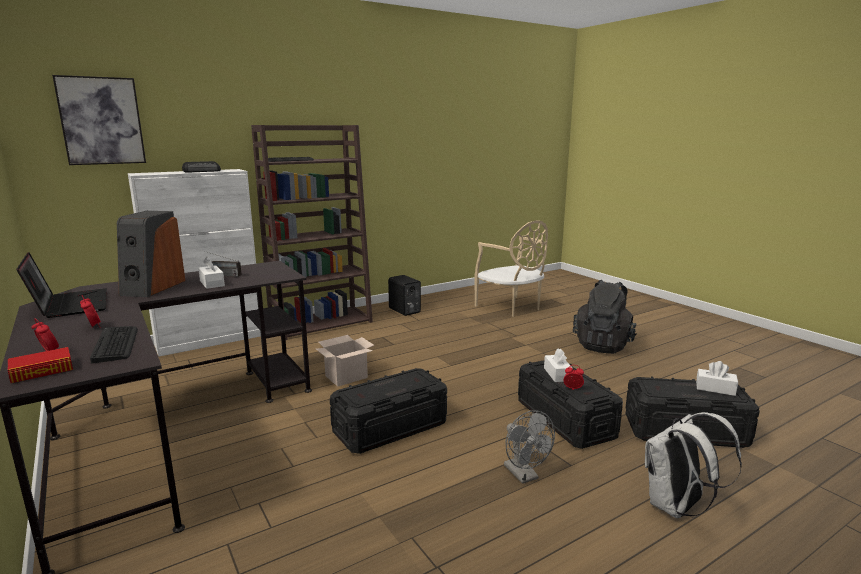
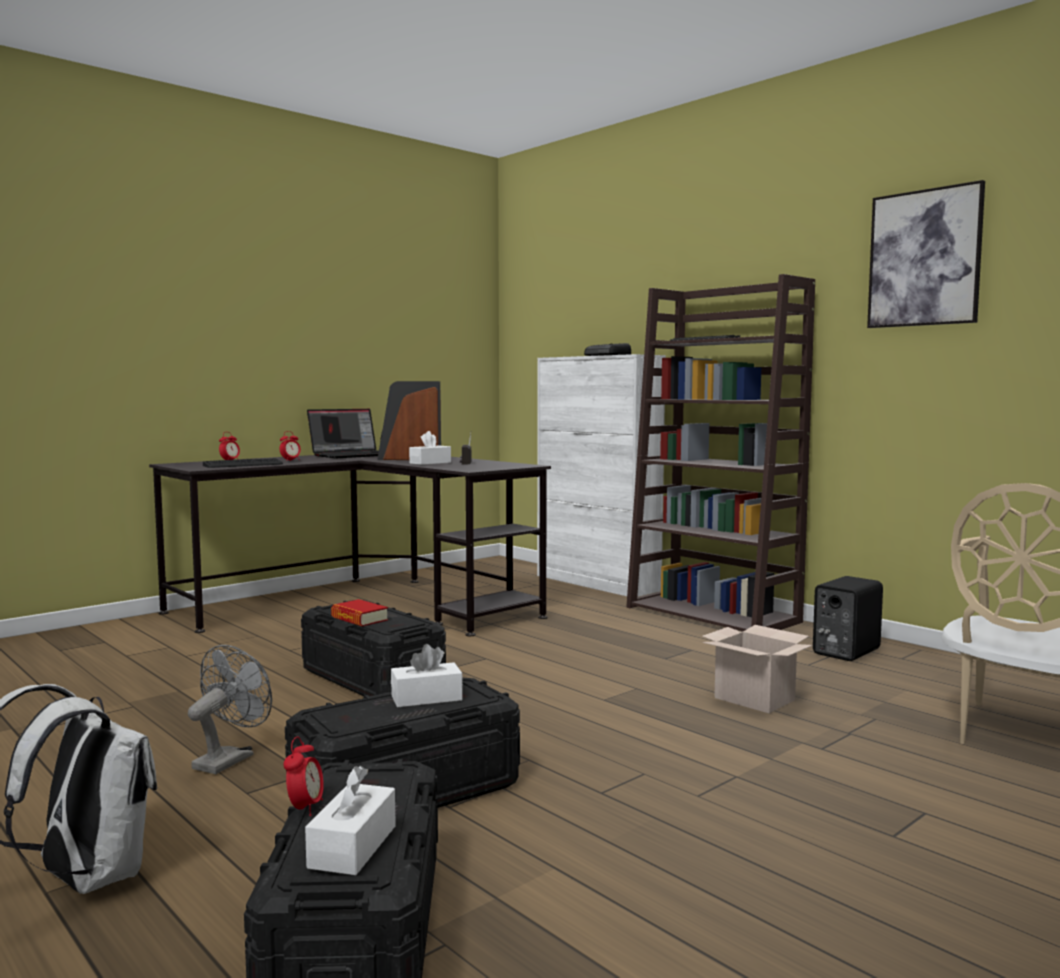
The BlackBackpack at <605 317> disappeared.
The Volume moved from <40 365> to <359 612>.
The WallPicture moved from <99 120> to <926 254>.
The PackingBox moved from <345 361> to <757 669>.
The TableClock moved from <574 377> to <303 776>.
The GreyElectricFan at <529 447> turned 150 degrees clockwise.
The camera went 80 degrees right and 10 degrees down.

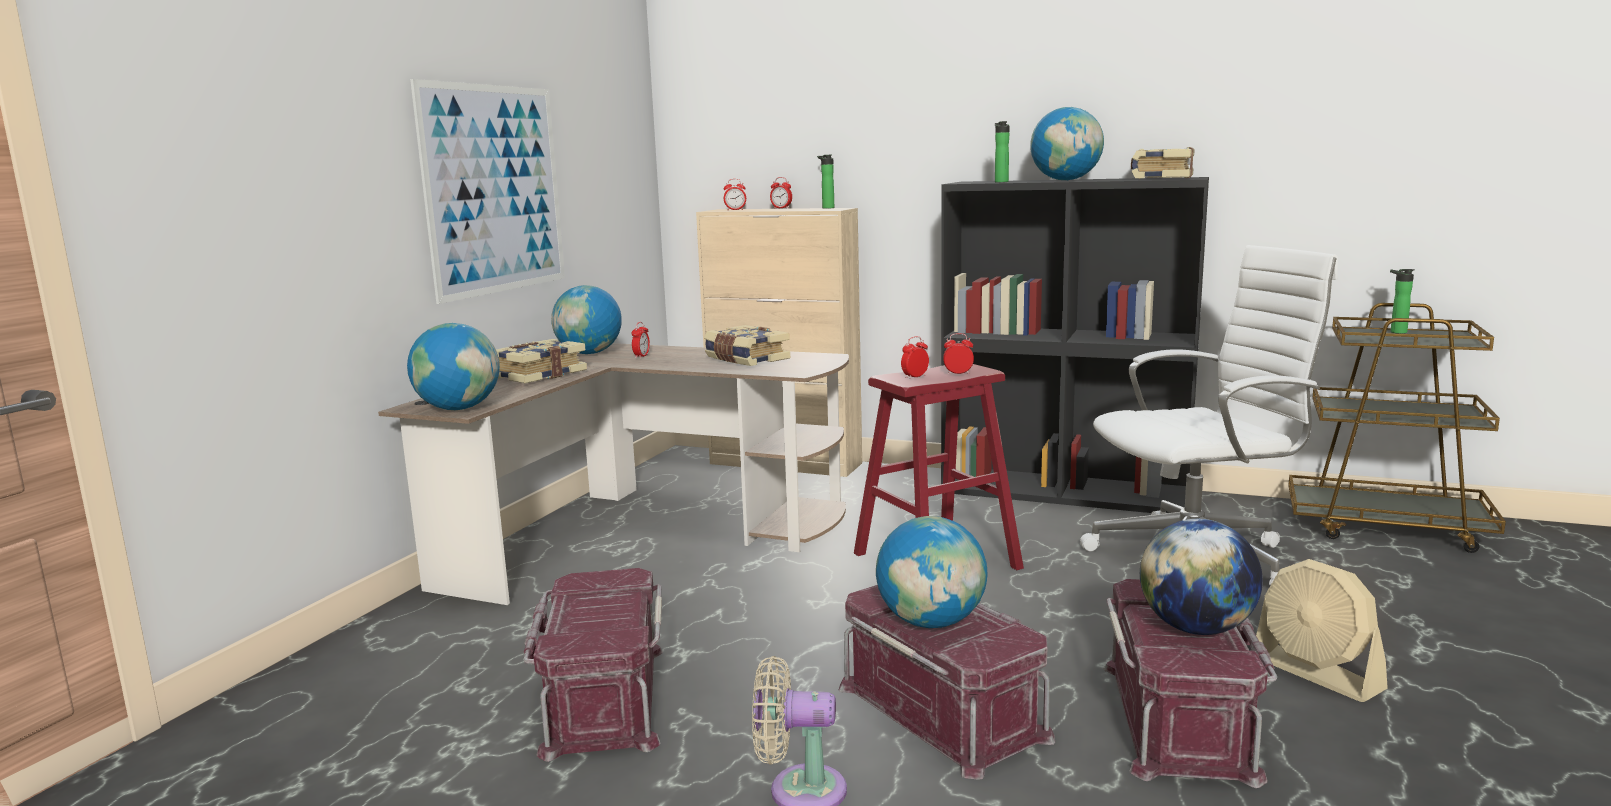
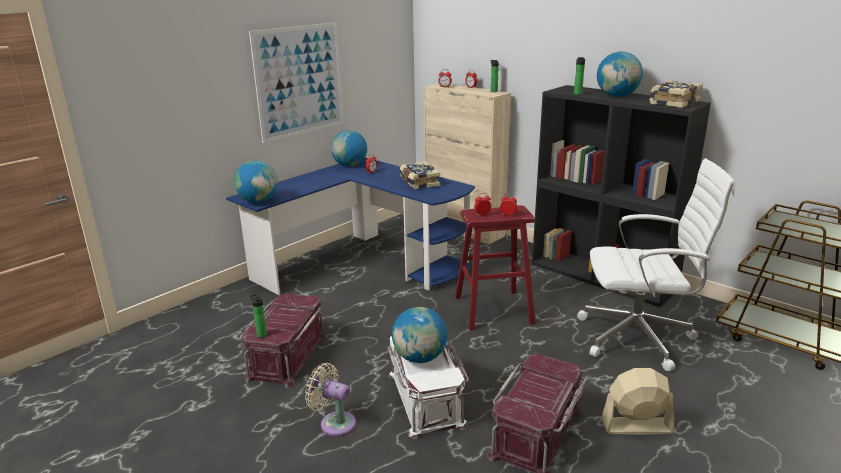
The Volume at <541 361> disappeared.
The DeskGlobe at <1201 577> disappeared.
The BeverageBottle moved from <1402 301> to <258 316>.
The BrownDeskTable at <613 474> became the BluishDeskTable at <350 226>.
The ReddishStorageBox at <947 682> became the WhiteStorageBox at <428 387>.
The SandColouredElectricFan at <1322 630> turned 105 degrees clockwise.
The camera went 20 degrees right and 10 degrees up.

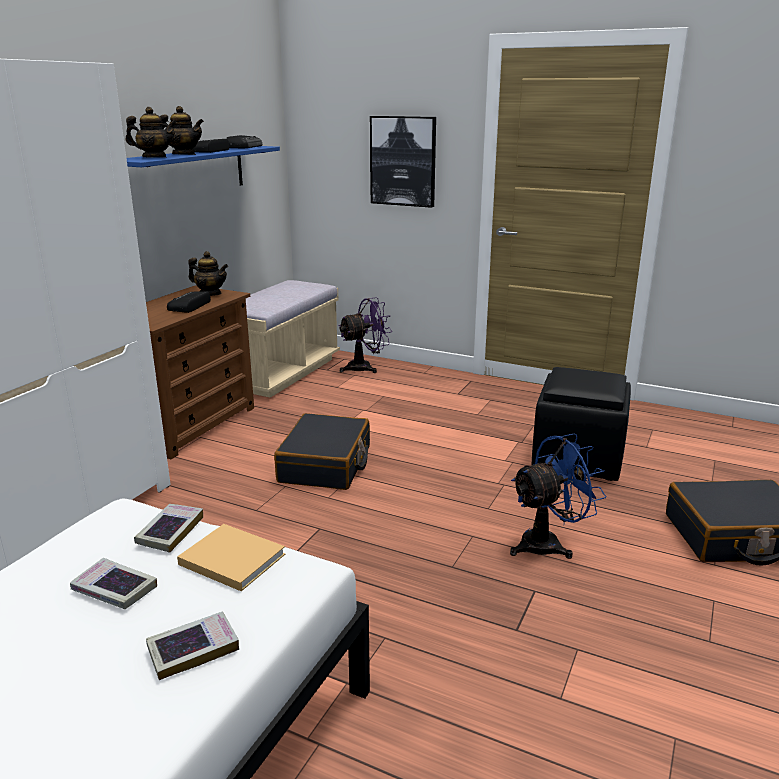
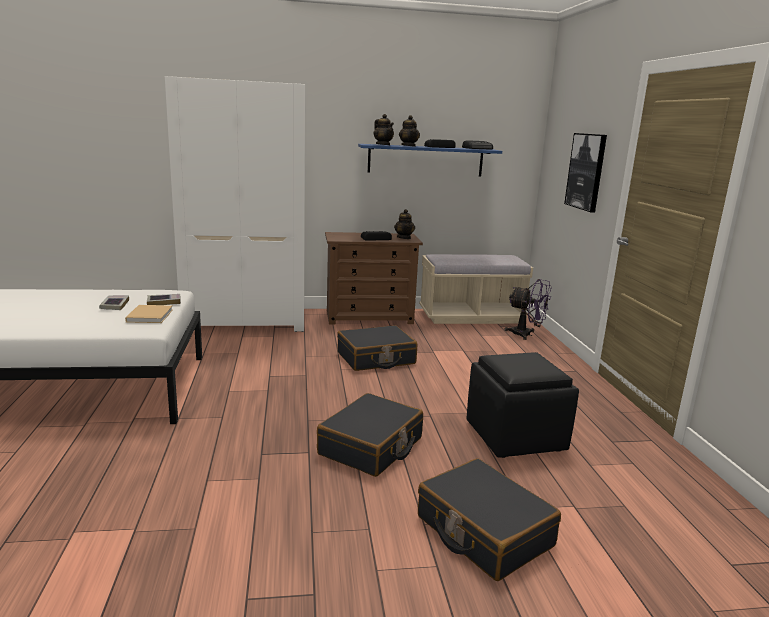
The Volume at <192 645> disappeared.
The BluishElectricFan at <558 496> was replaced by the BlackSuitcase at <370 435>.
The camera went 55 degrees right and 5 degrees down.

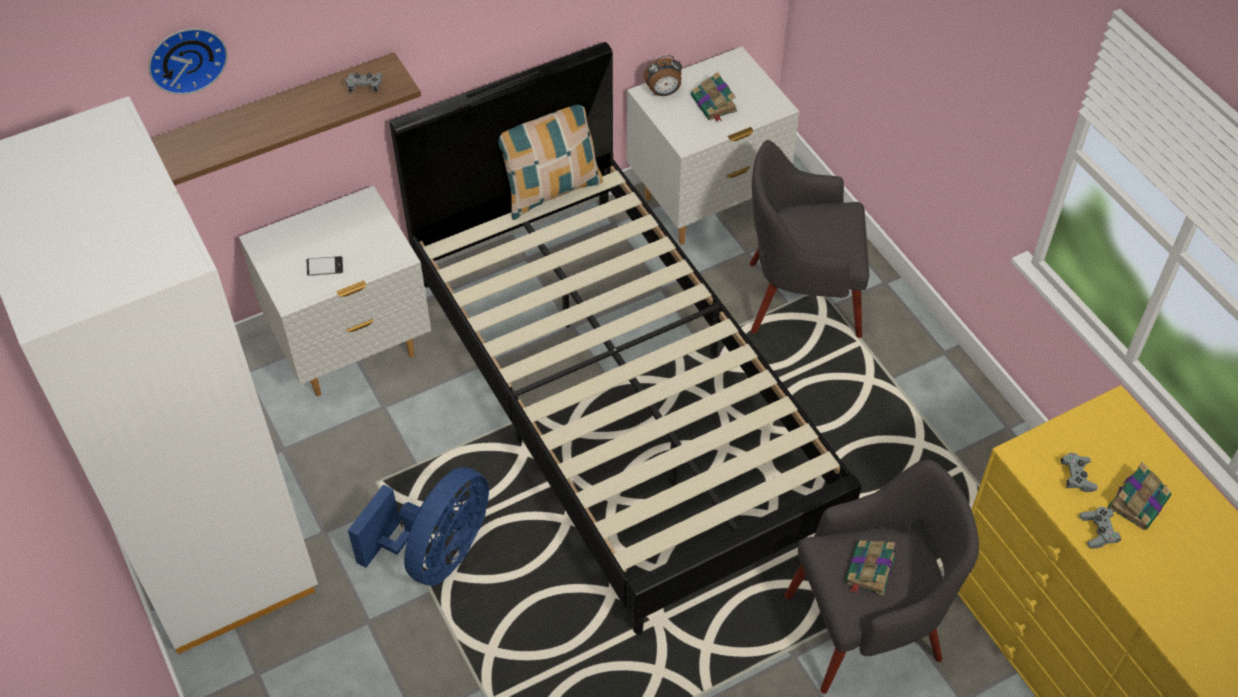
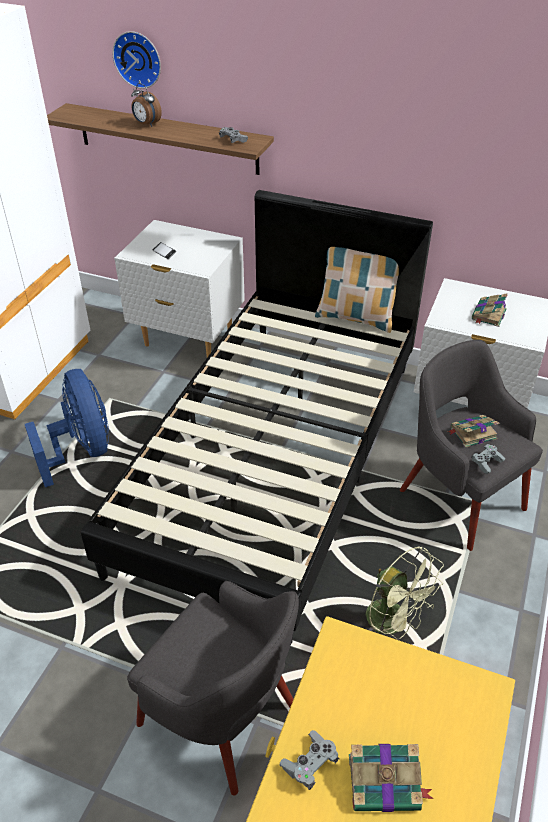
The GreenishElectricFan at <405 592> appeared.
The TableClock moved from <663 75> to <146 105>.
The Volume moved from <870 568> to <473 431>.
The GreyGamepad moved from <1079 472> to <488 459>.
The BluishElectricFan at <418 526> turned 105 degrees counterclockwise.
The camera went 50 degrees right and 10 degrees down.

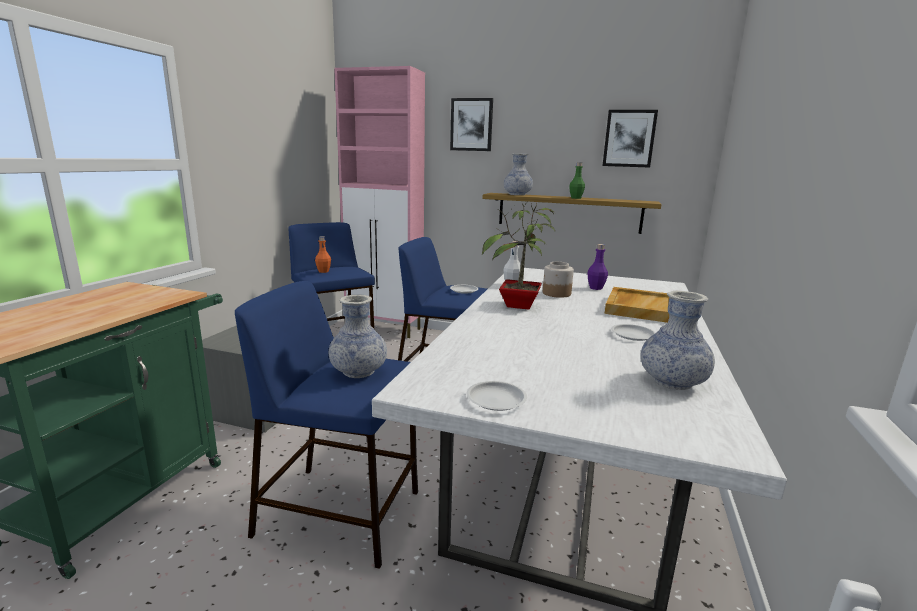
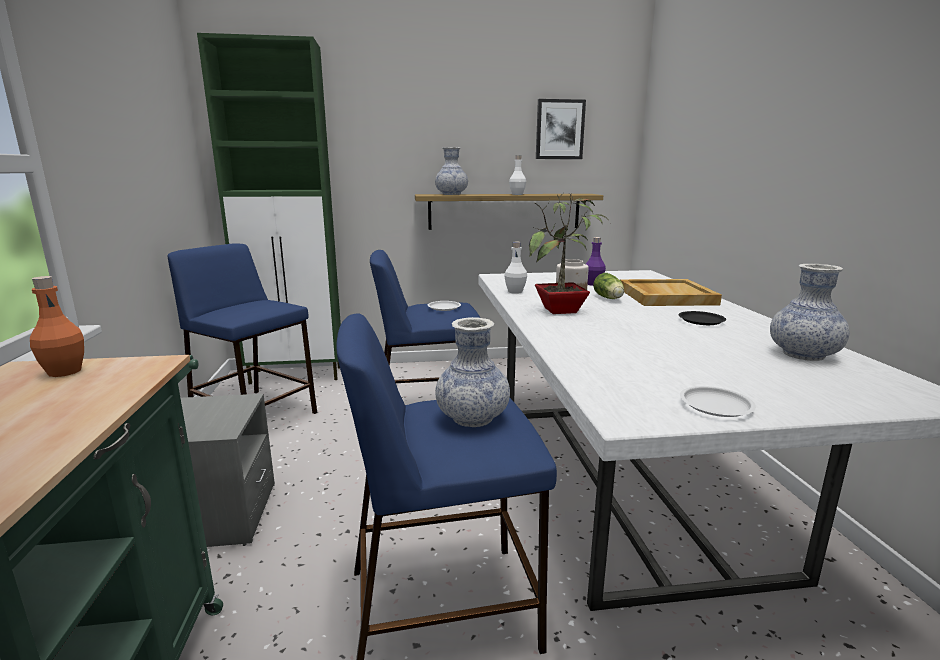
The WallPicture at <471 124> disappeared.
The LettuceHead at <608 286> appeared.
The OrangeColouredBeverageBottle moved from <323 254> to <57 326>.
The PinkStorageCabinet at <379 202> became the GreenishStorageCabinet at <269 208>.
The GreenishBeverageBottle at <577 180> became the WhiteBeverageBottle at <517 175>.
The WhiteFlatDish at <633 332> became the BlackFlatDish at <702 318>.
The camera went 25 degrees left and 0 degrees up.

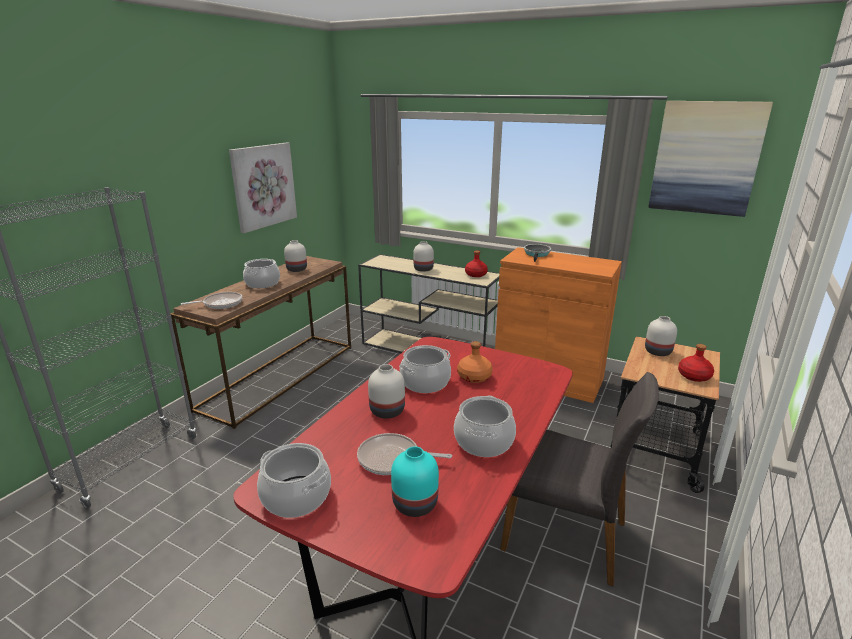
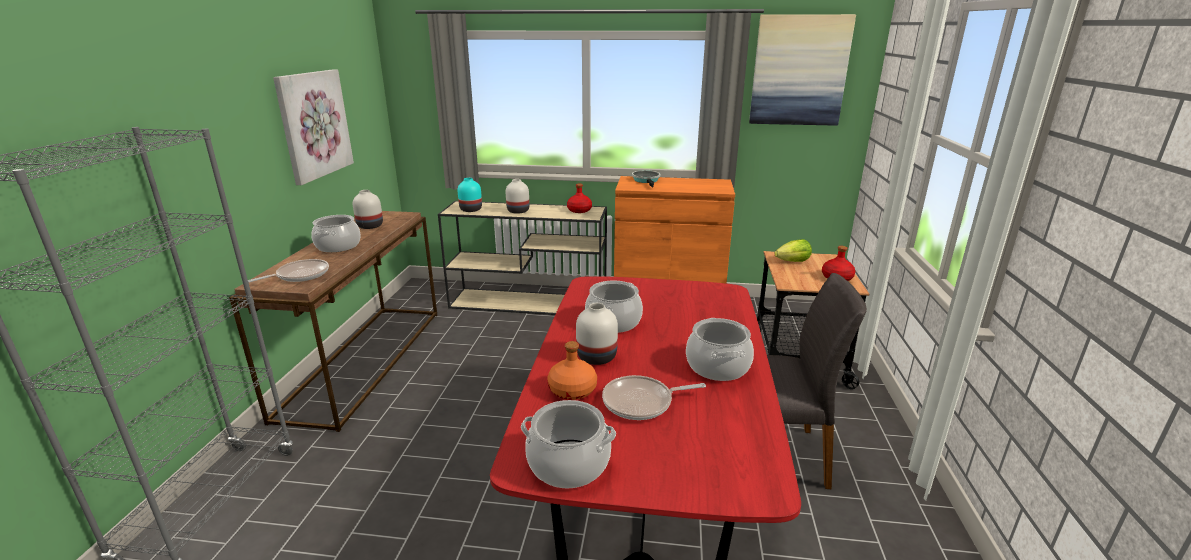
The TurquoiseColouredVase moved from <415 481> to <470 195>.
The OrangeColouredBeverageBottle moved from <475 362> to <572 370>.
The WhiteVase at <661 336> was replaced by the LettuceHead at <793 250>.
The camera went 20 degrees left and 0 degrees up.

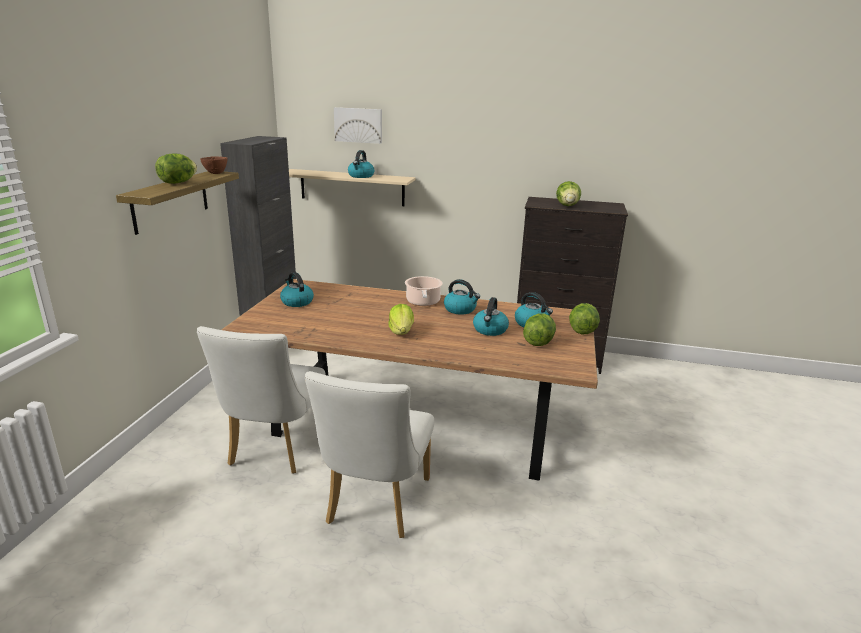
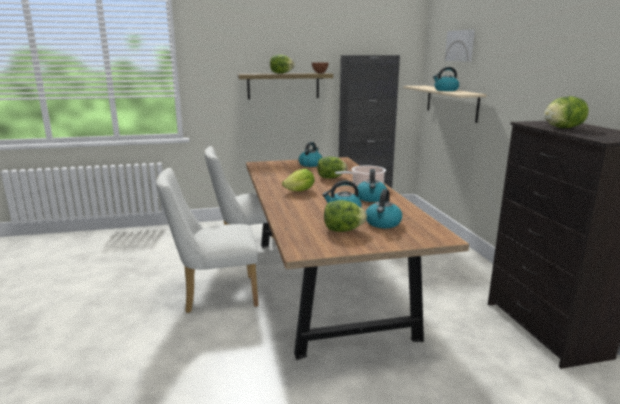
The LettuceHead moved from <584 318> to <332 167>.
The camera went 65 degrees right and 5 degrees down.

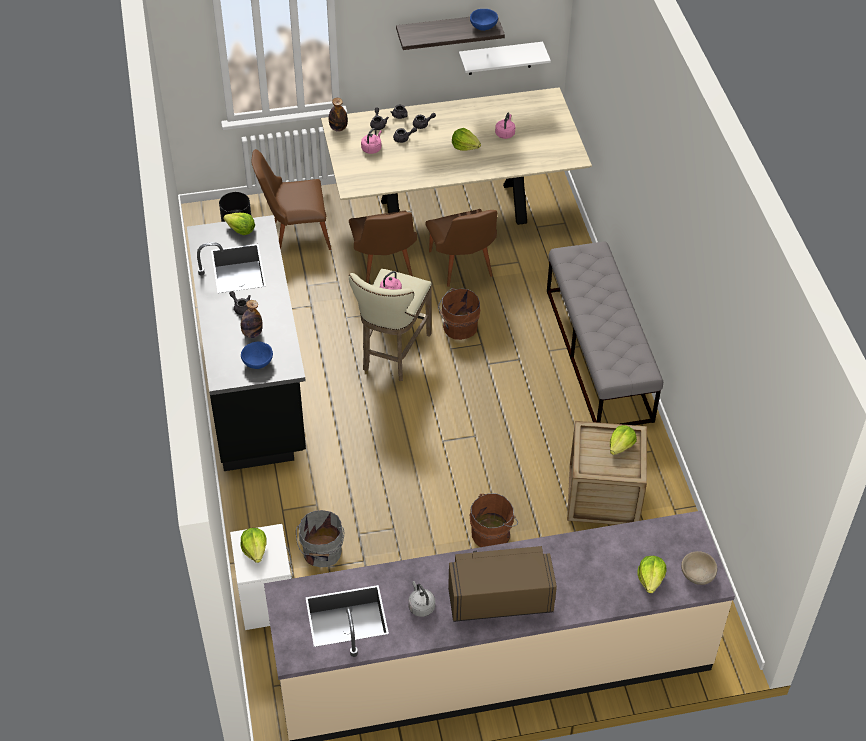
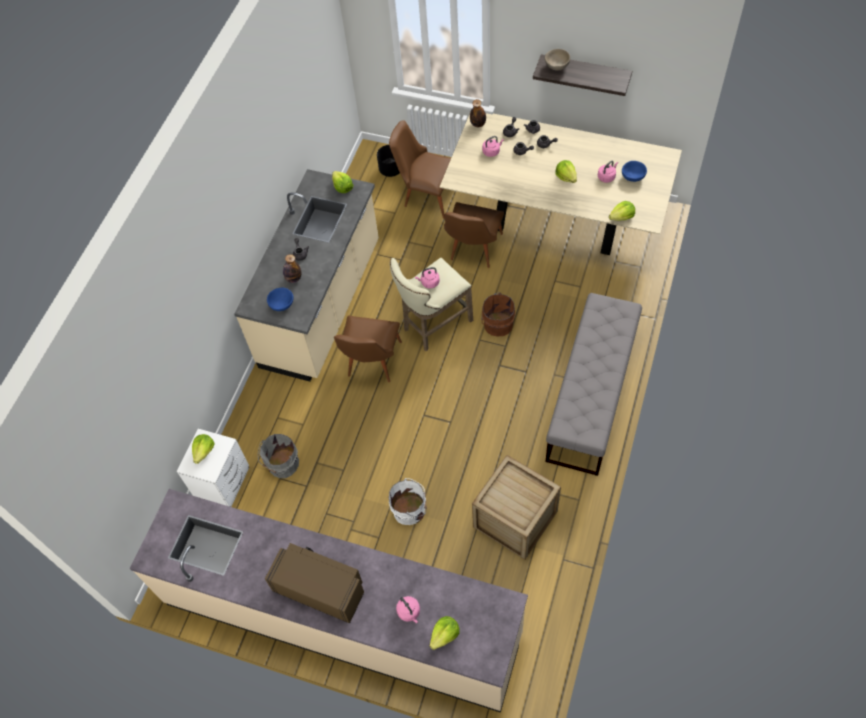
The GreyKettle at <421 599> disappeared.
The WhiteShelf at <505 58> disappeared.
The PinkKettle at <408 609> appeared.
The BrownUprightChair moved from <461 248> to <368 349>.
The BluishBowl moved from <484 19> to <634 171>.
The LettuceHead moved from <623 440> to <622 211>.
The SandColouredBowl moved from <699 568> to <557 60>.
The BlackCounter at <246 343> became the SandColouredCounter at <306 275>.
The BrownWaterBucket at <494 520> became the WhiteWaterBucket at <408 501>.
The camera went 35 degrees right and 10 degrees up.

